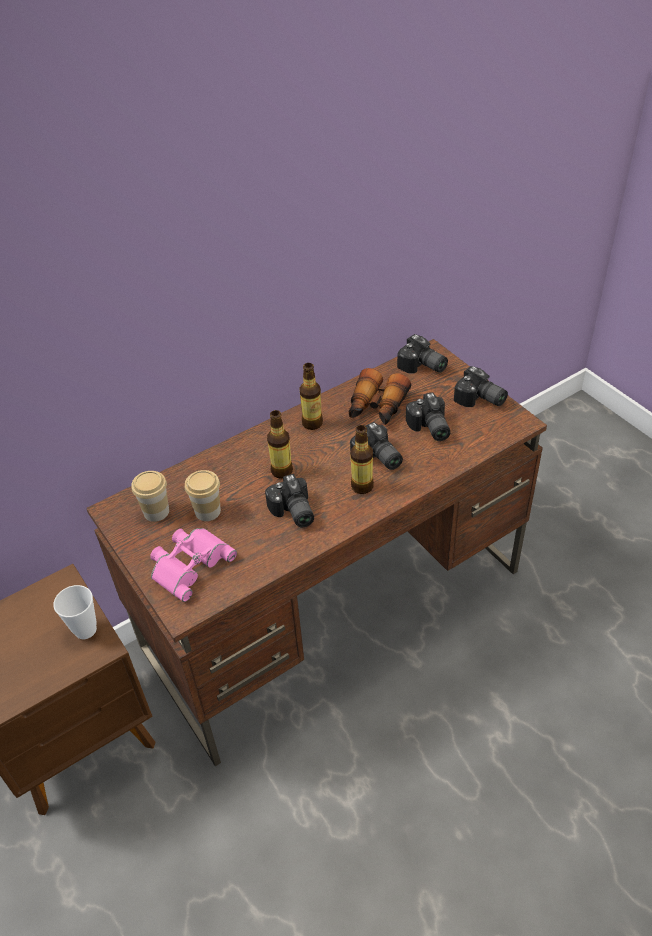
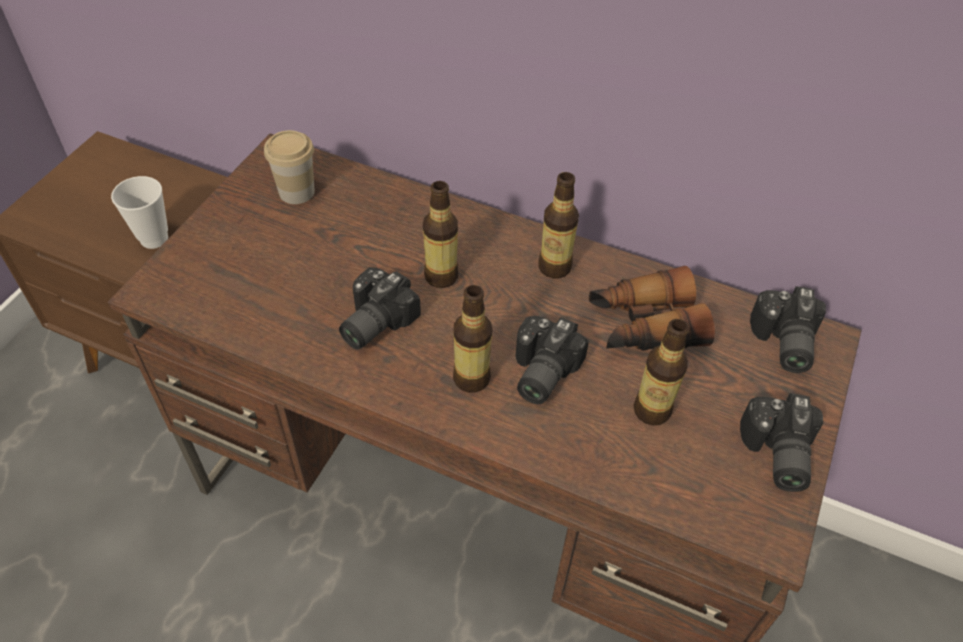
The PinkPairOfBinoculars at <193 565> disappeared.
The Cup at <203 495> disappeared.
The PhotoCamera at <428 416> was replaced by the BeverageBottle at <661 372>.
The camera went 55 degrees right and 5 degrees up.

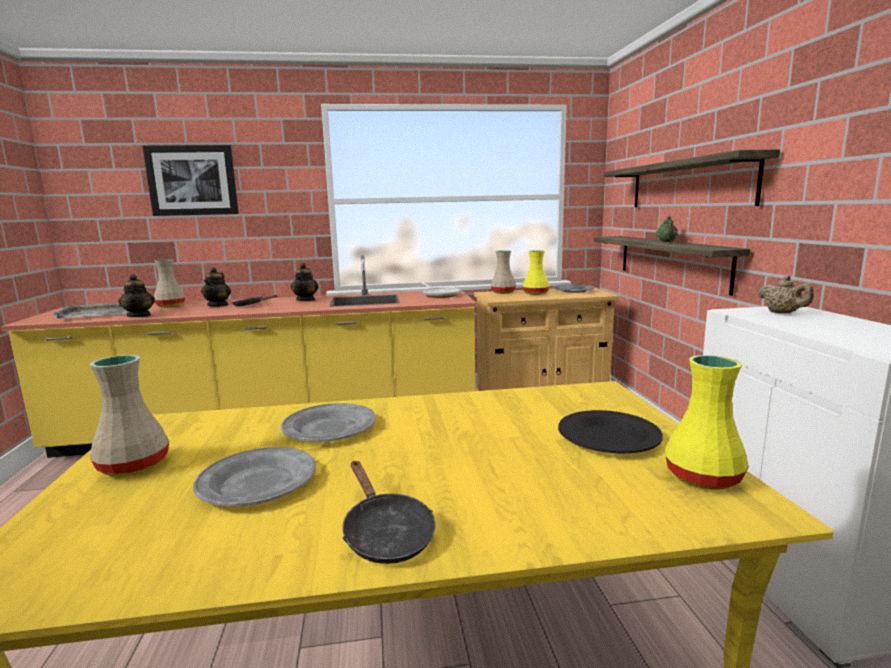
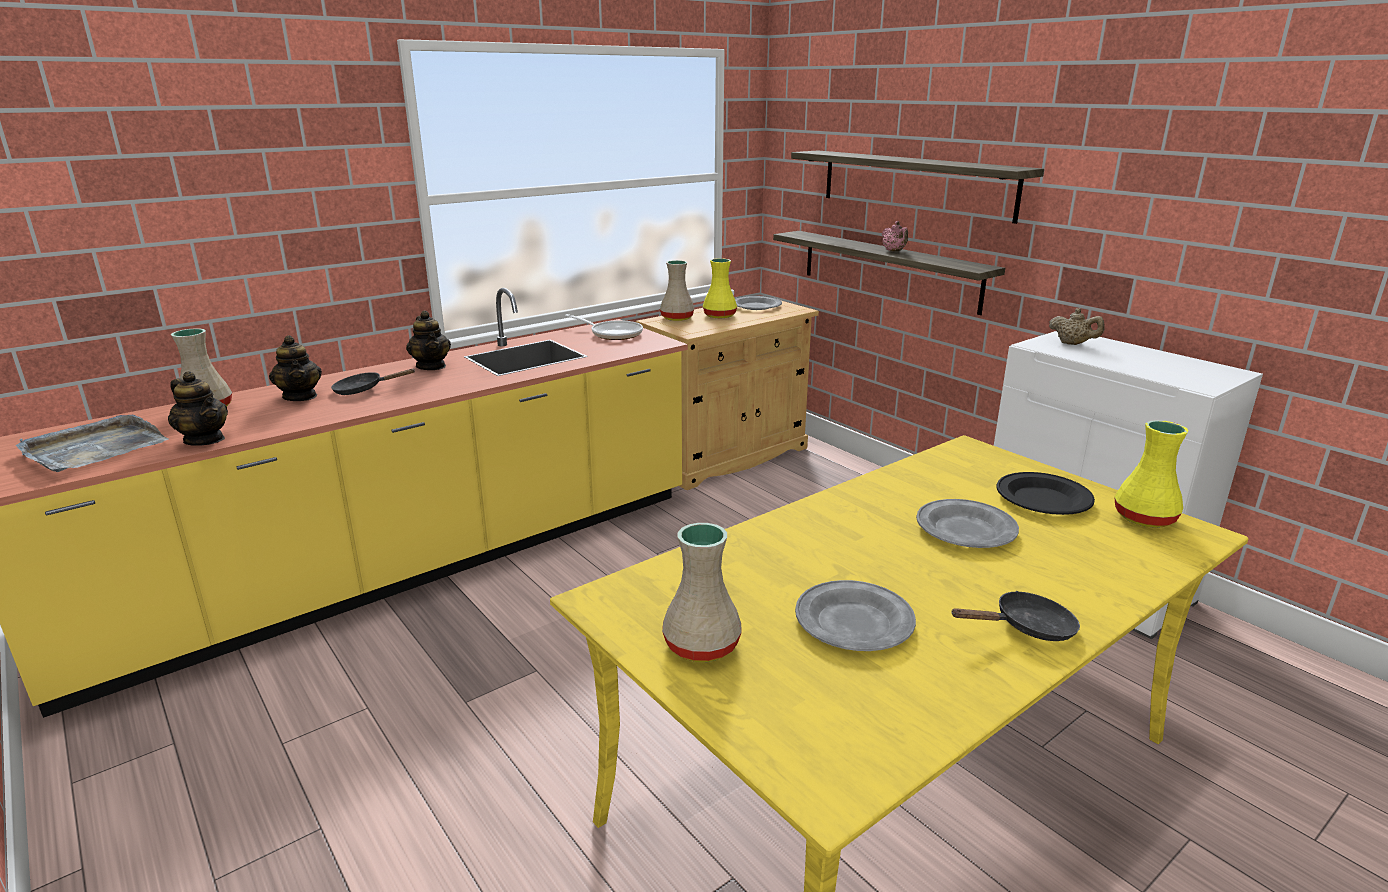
The WallPicture at <191 180> disappeared.
The GreyFlatDish moved from <328 422> to <967 523>.
The GreenishTeapot at <667 229> became the PinkTeapot at <895 236>.
The BlackSkillet at <389 512> turned 45 degrees counterclockwise.
The camera went 30 degrees left and 10 degrees up.

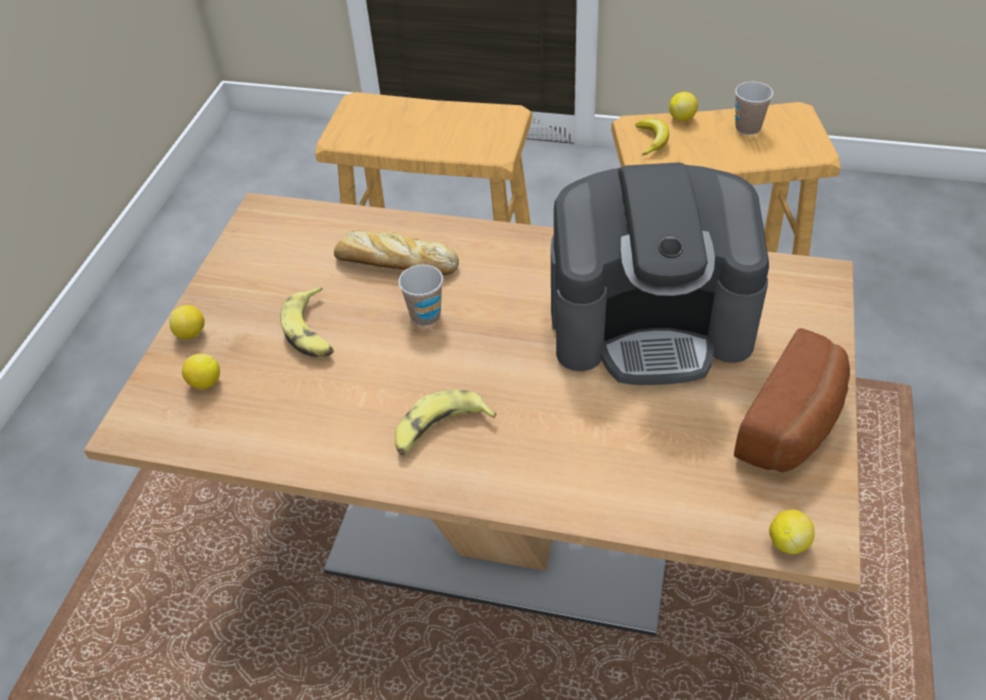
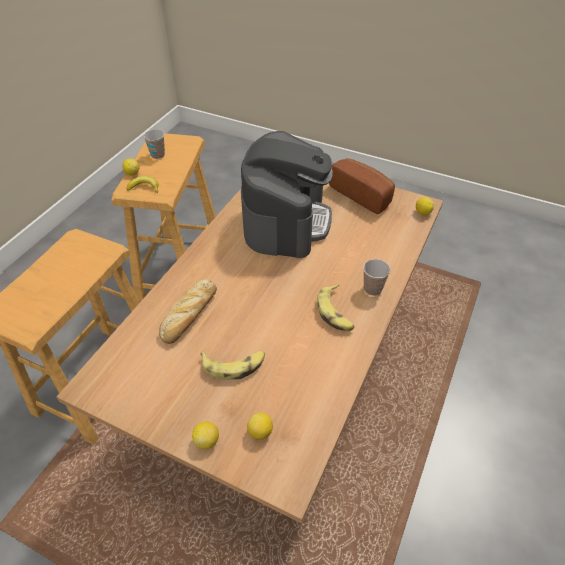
The Cup moved from <420 295> to <376 277>.
The camera went 80 degrees left and 0 degrees up.

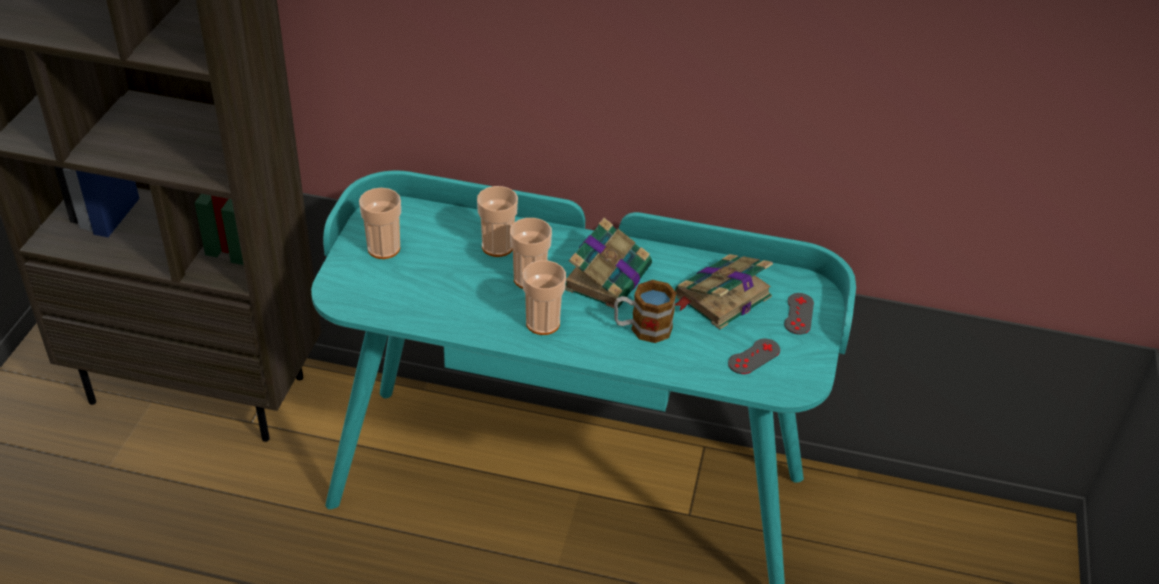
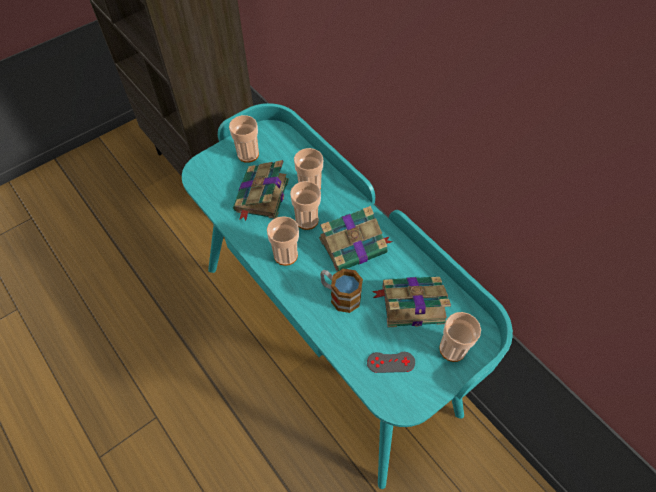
The Volume at <261 190> appeared.
The GreyGamepad at <799 314> was replaced by the Cup at <460 337>.
The camera went 40 degrees right and 15 degrees up.

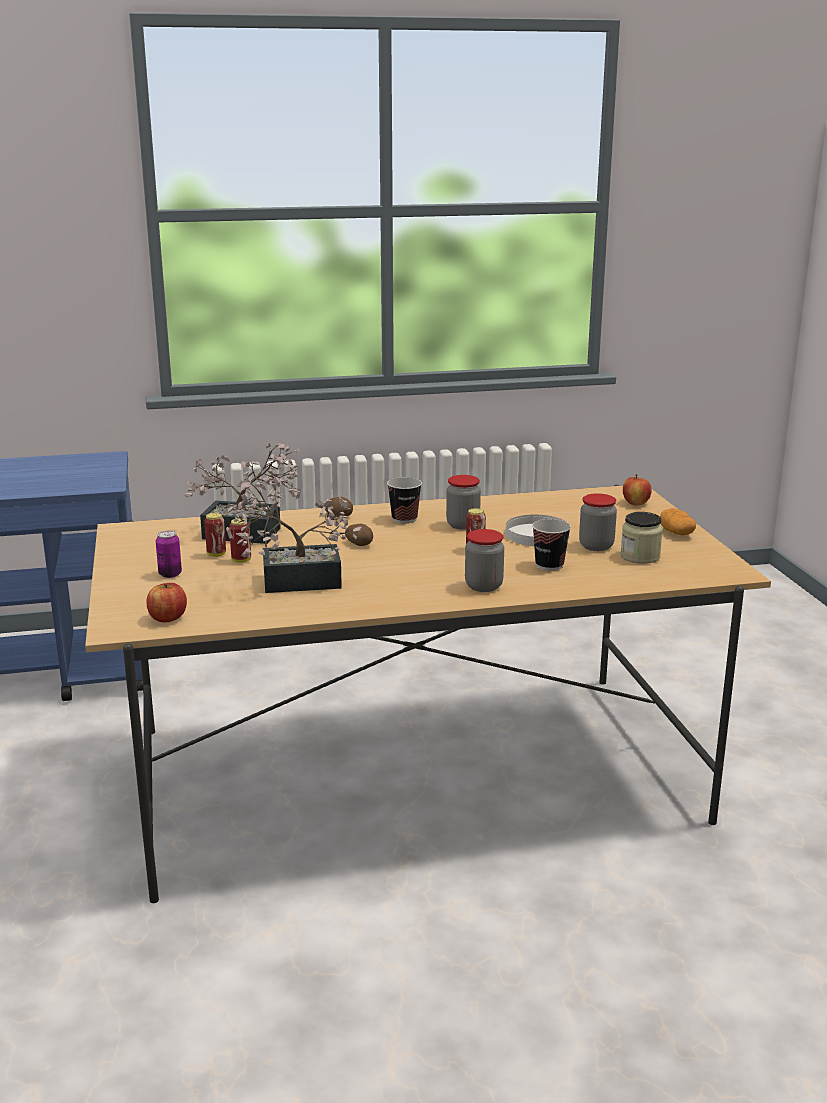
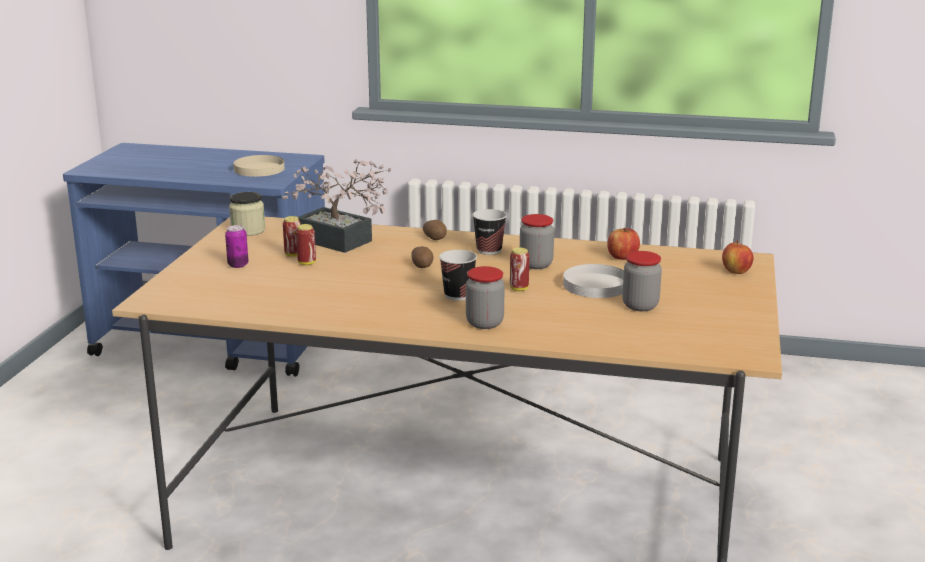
The PottedPlant at <293 534> disappeared.
The WholePotato at <678 521> disappeared.
The SandColouredFlatDish at <259 166> appeared.
The Apple moved from <166 602> to <623 244>.
The Cup moved from <551 545> to <458 275>.
The StorageJar moved from <642 538> to <247 214>.
The camera went 25 degrees right and 0 degrees up.

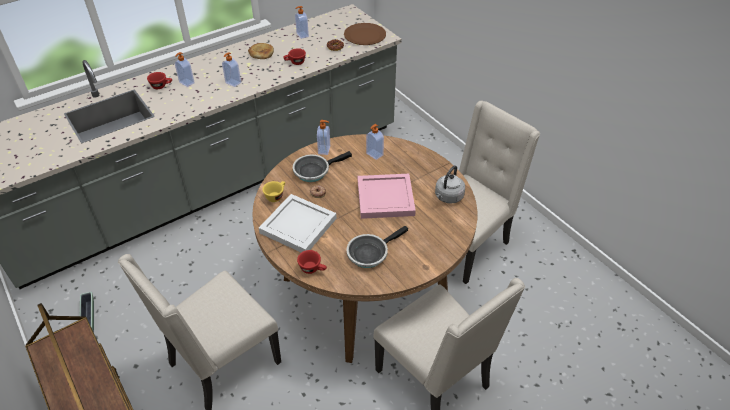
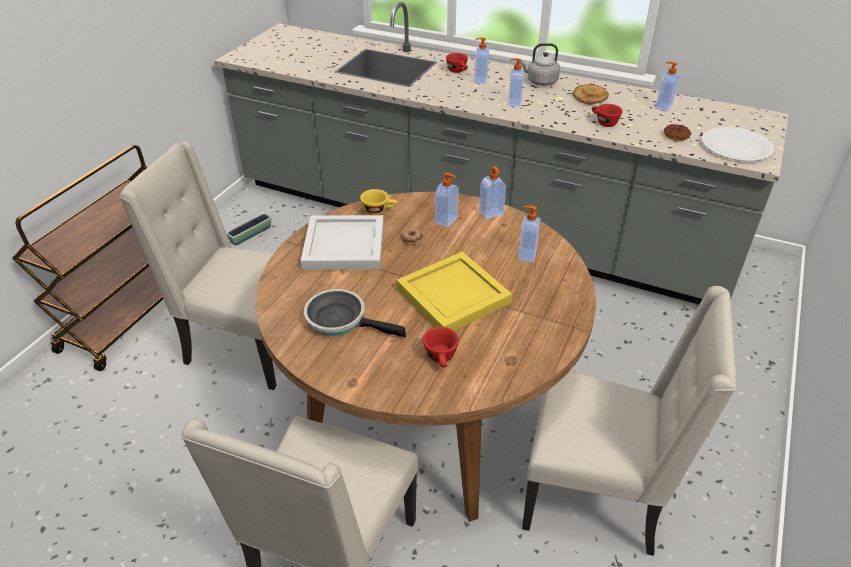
The ReddishCup moved from <312 262> to <441 347>.
The GreyKettle moved from <450 184> to <539 64>.
The Skillet at <322 166> was replaced by the SoapDispenser at <447 200>.
The BrownFlatDish at <365 34> became the WhiteFlatDish at <738 144>.
The PinkCarryingTray at <387 196> became the YellowishCarryingTray at <454 291>.
The camera went 60 degrees right and 5 degrees down.

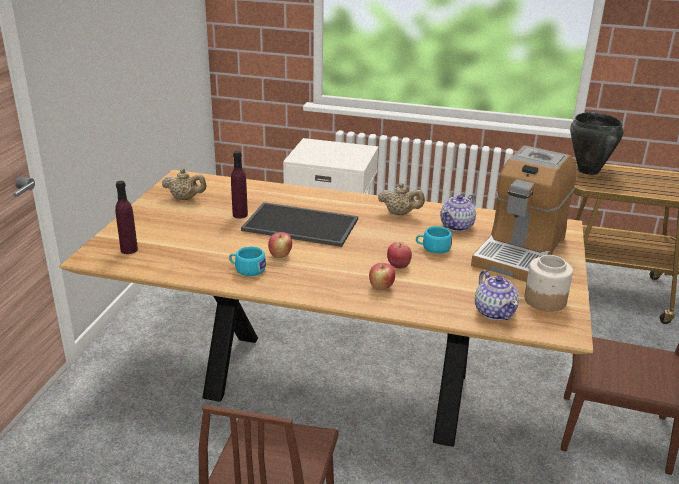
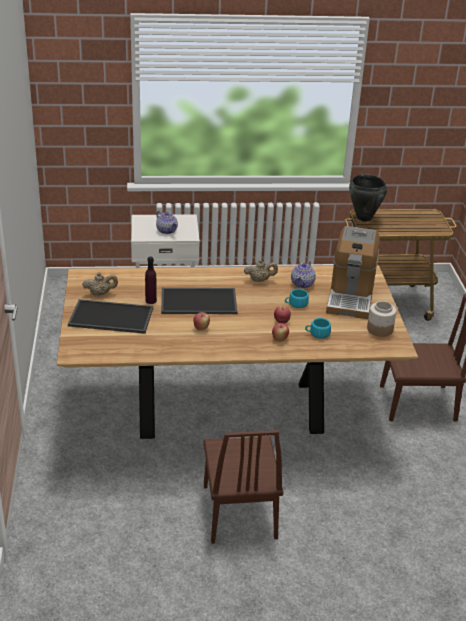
The PurpleBeverageBottle at <126 217> disappeared.
The CarryingTray at <110 316> appeared.
The TurquoiseColouredCup moved from <247 261> to <318 328>.
The Teapot moved from <497 295> to <167 222>.
The camera went 20 degrees left and 5 degrees up.

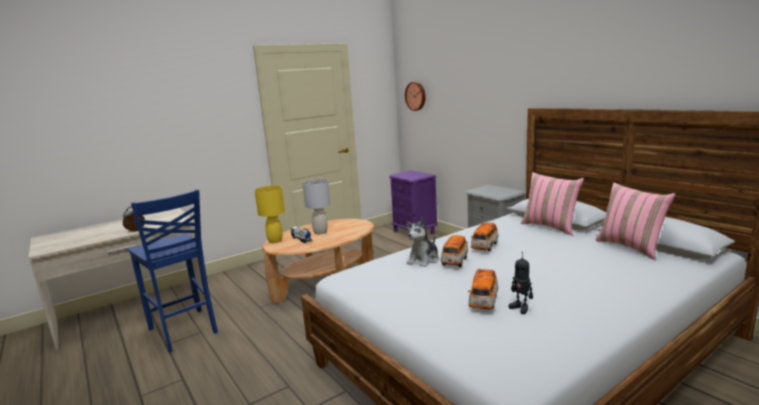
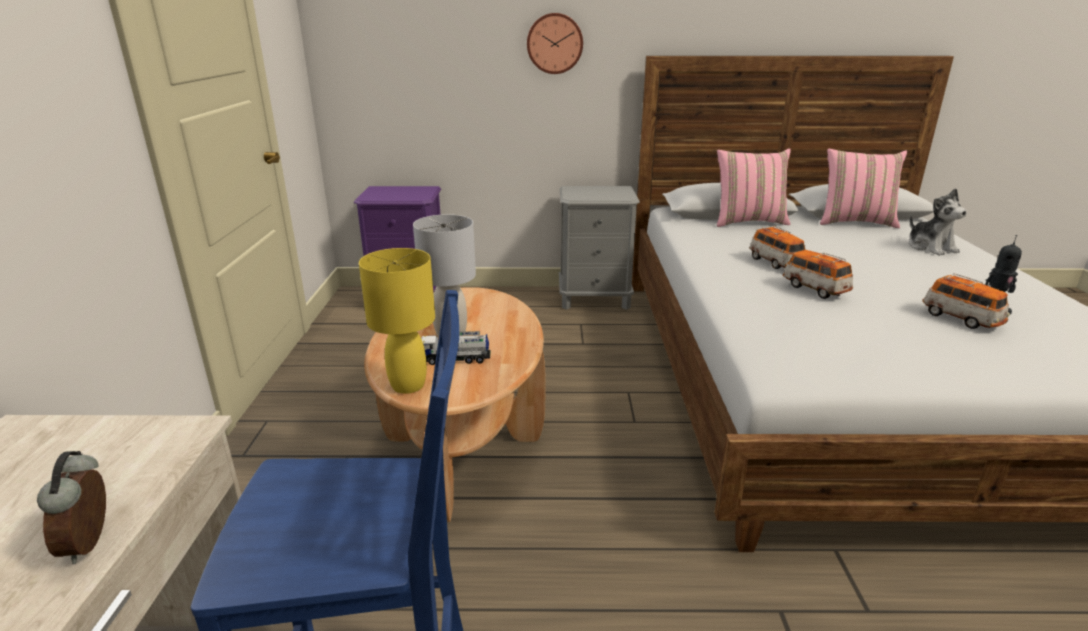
The HangingClock moved from <415 96> to <555 43>.
The SoftToy moved from <423 242> to <938 222>.
The camera went 55 degrees left and 10 degrees up.

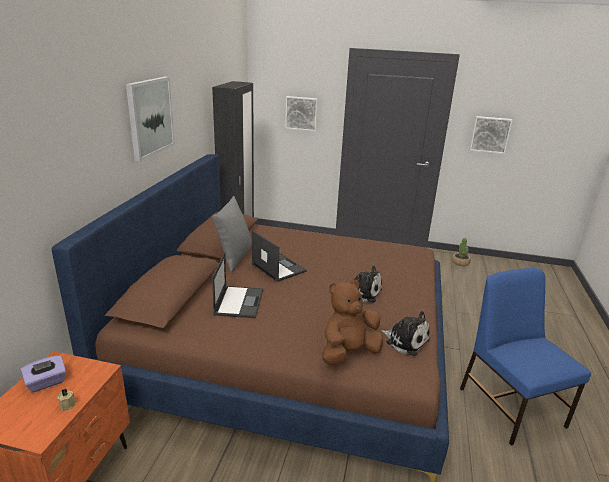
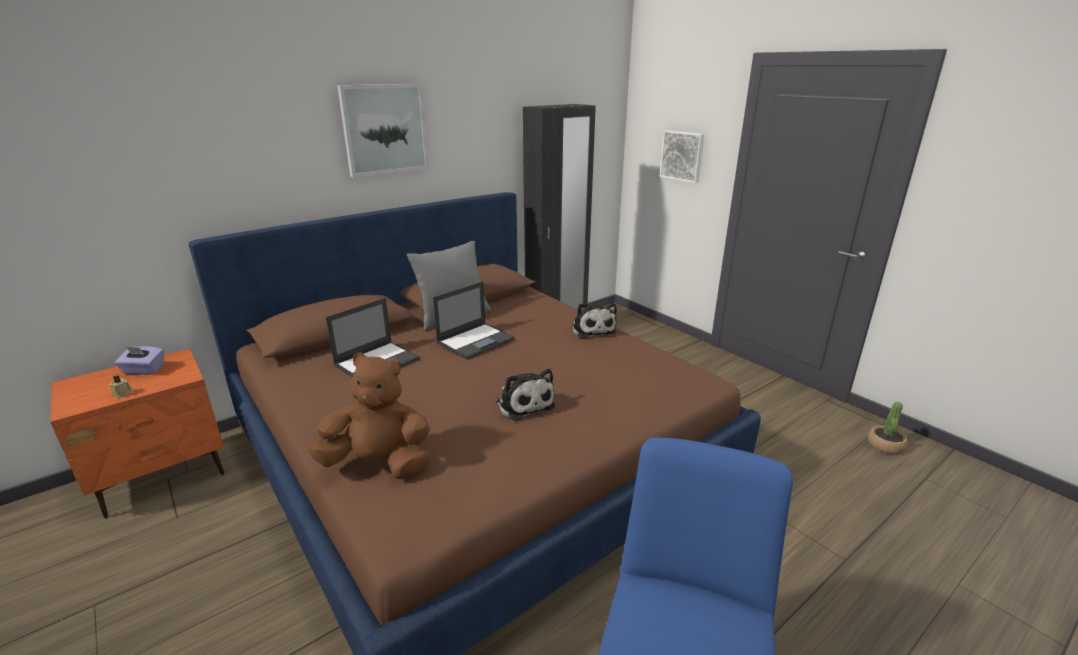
The WallPicture at <491 135> disappeared.
The SoftToy moved from <405 333> to <594 320>.
The PortableComputer at <279 256> turned 45 degrees clockwise.
The camera went 40 degrees right and 0 degrees up.

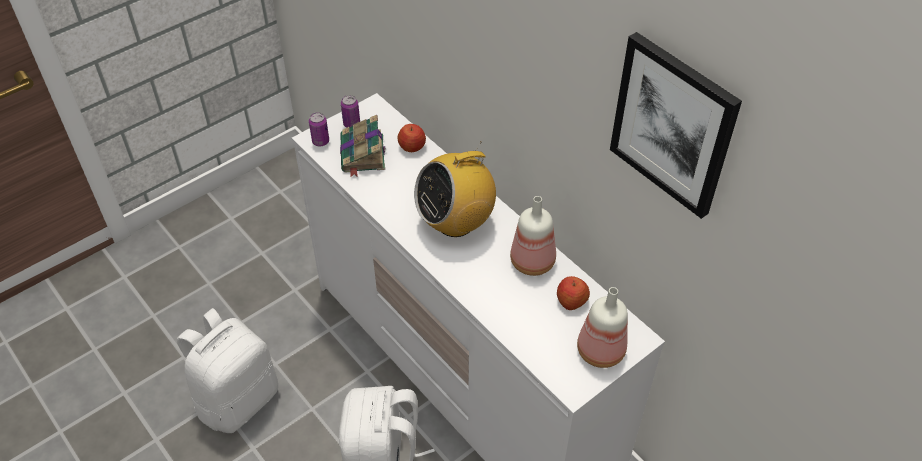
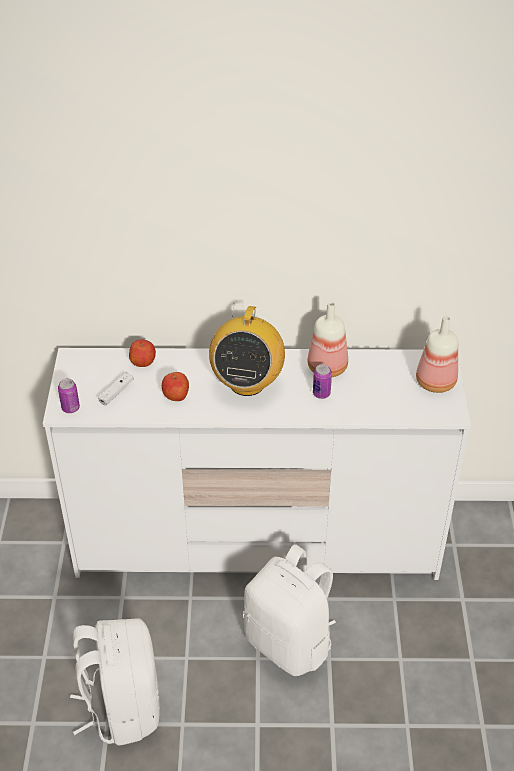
The WallPicture at <676 125> disappeared.
The MetalCan moved from <350 111> to <322 381>.
The Apple moved from <573 293> to <175 386>.
The Volume at <362 146> was replaced by the WhiteGamepad at <116 389>.
The camera went 50 degrees left and 5 degrees down.

